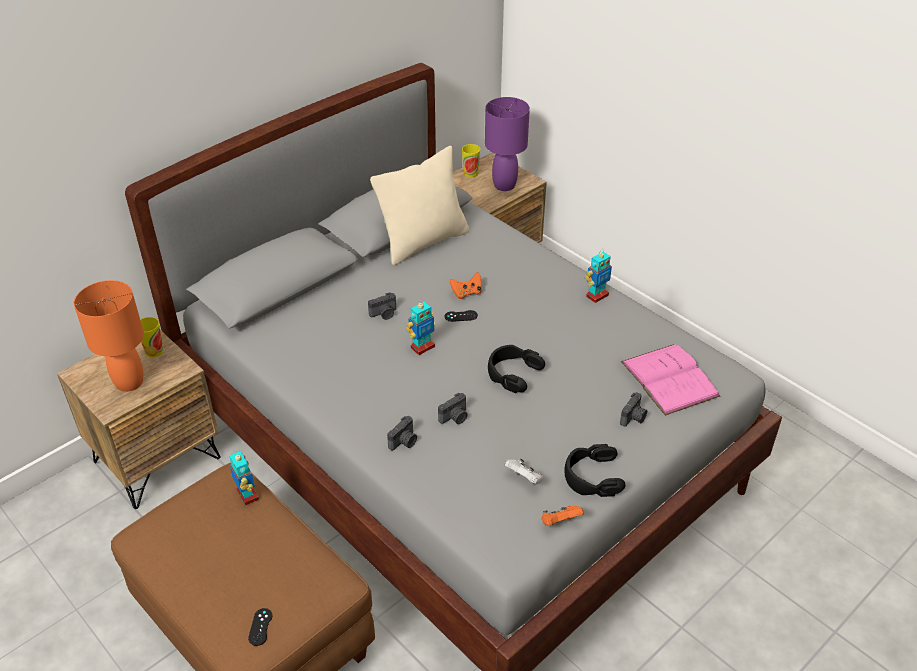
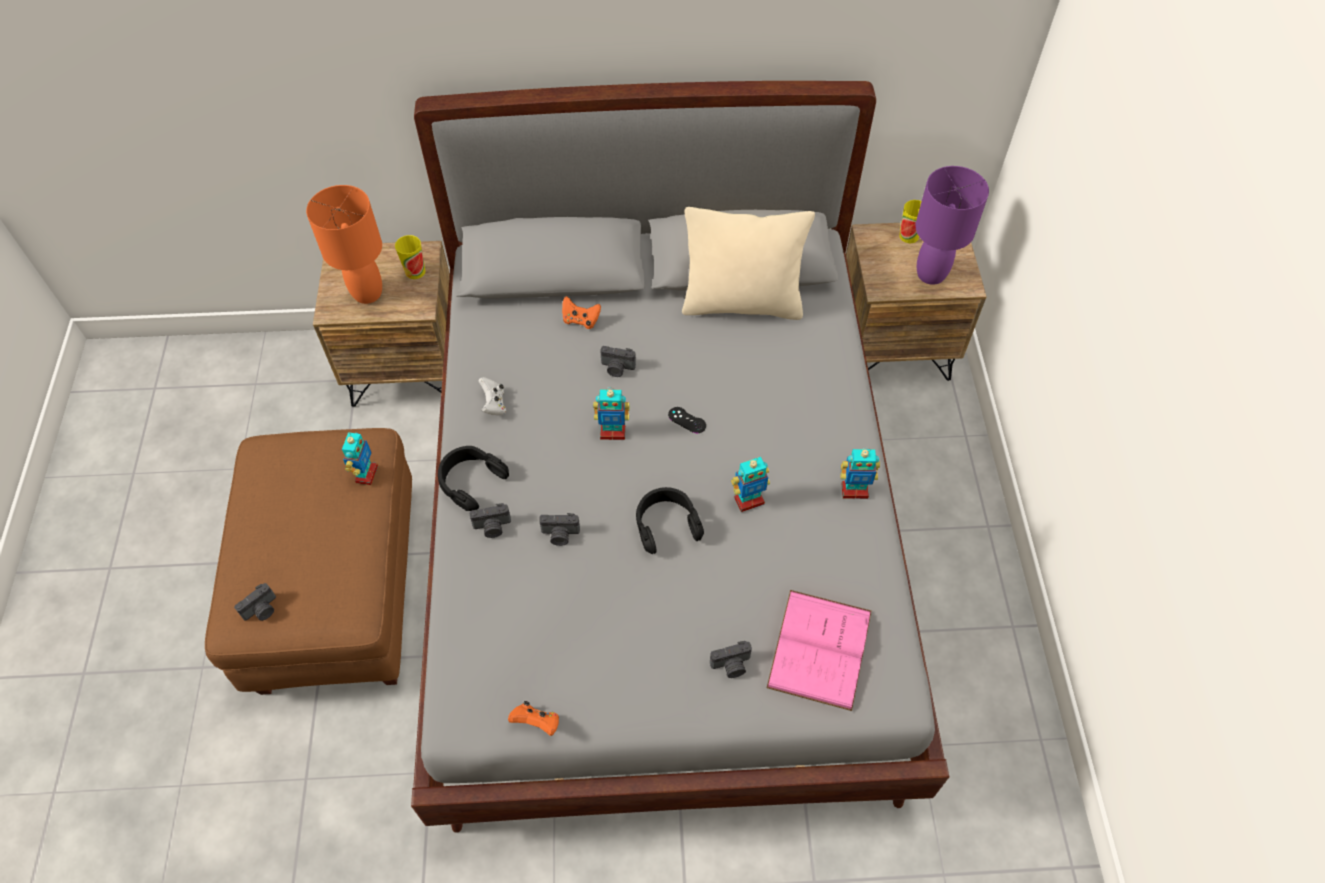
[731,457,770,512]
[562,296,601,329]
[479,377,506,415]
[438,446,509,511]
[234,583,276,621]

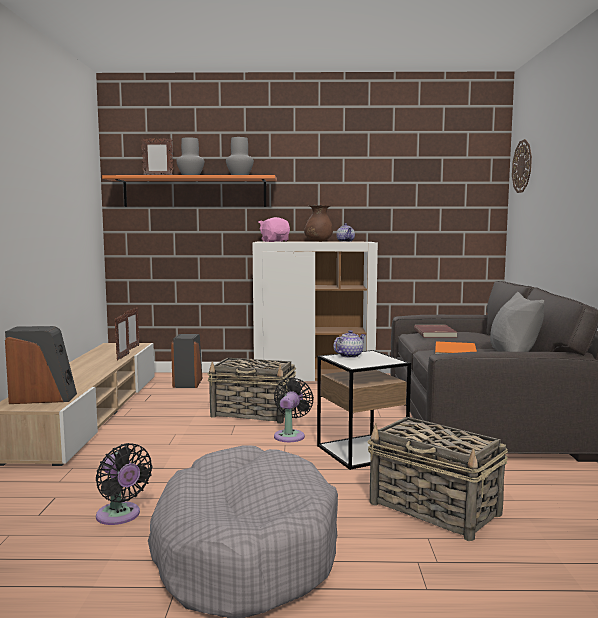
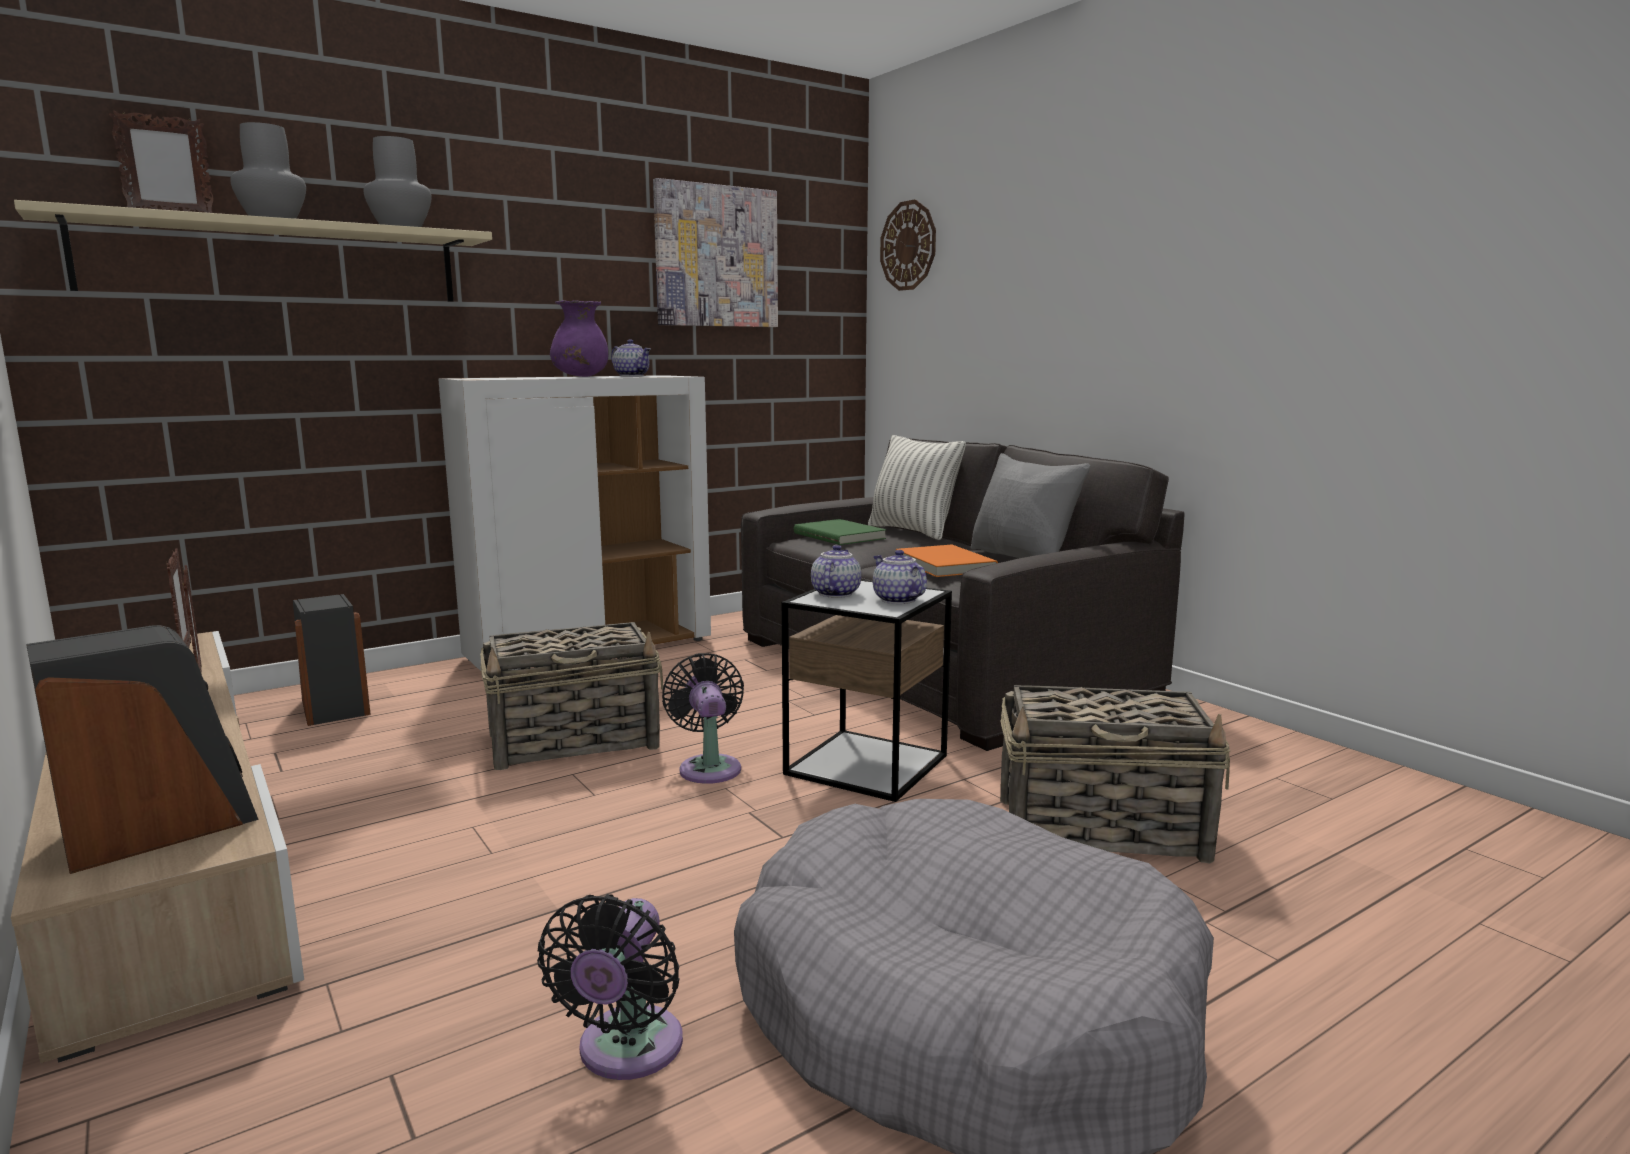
[259,217,290,242] (first image)
[653,178,778,327]
[868,435,966,540]
[873,550,927,604]
[14,200,492,302]
[550,300,608,377]
[794,519,886,545]
[537,894,683,1080]

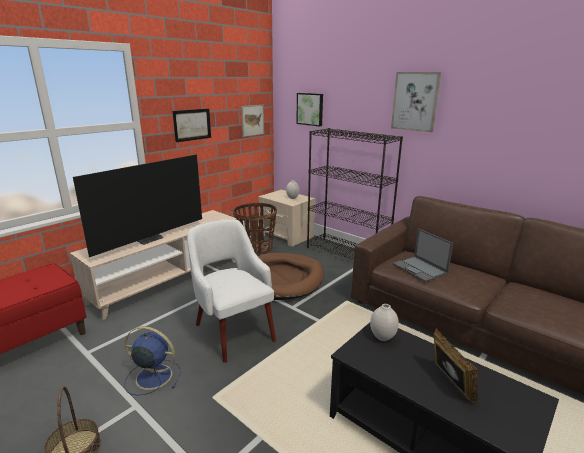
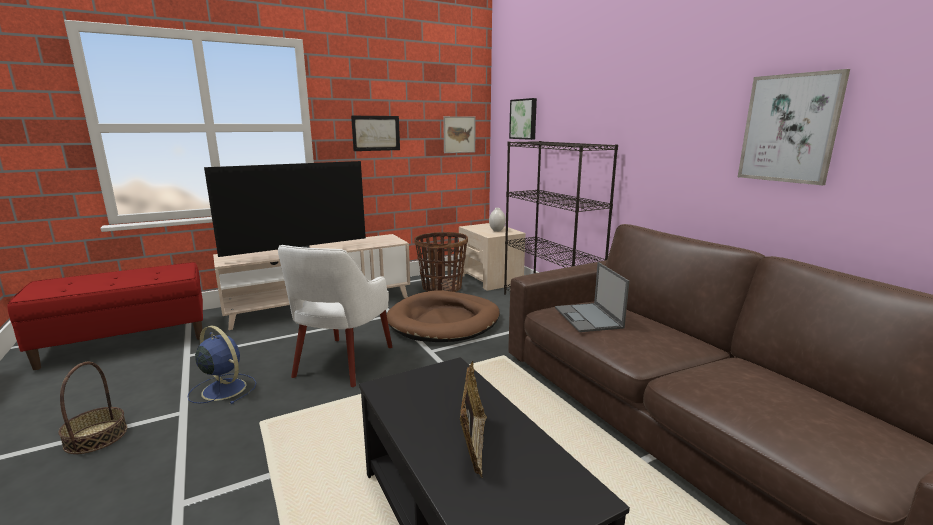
[370,304,399,341] (first image)
[738,69,850,185]
[278,245,392,387]

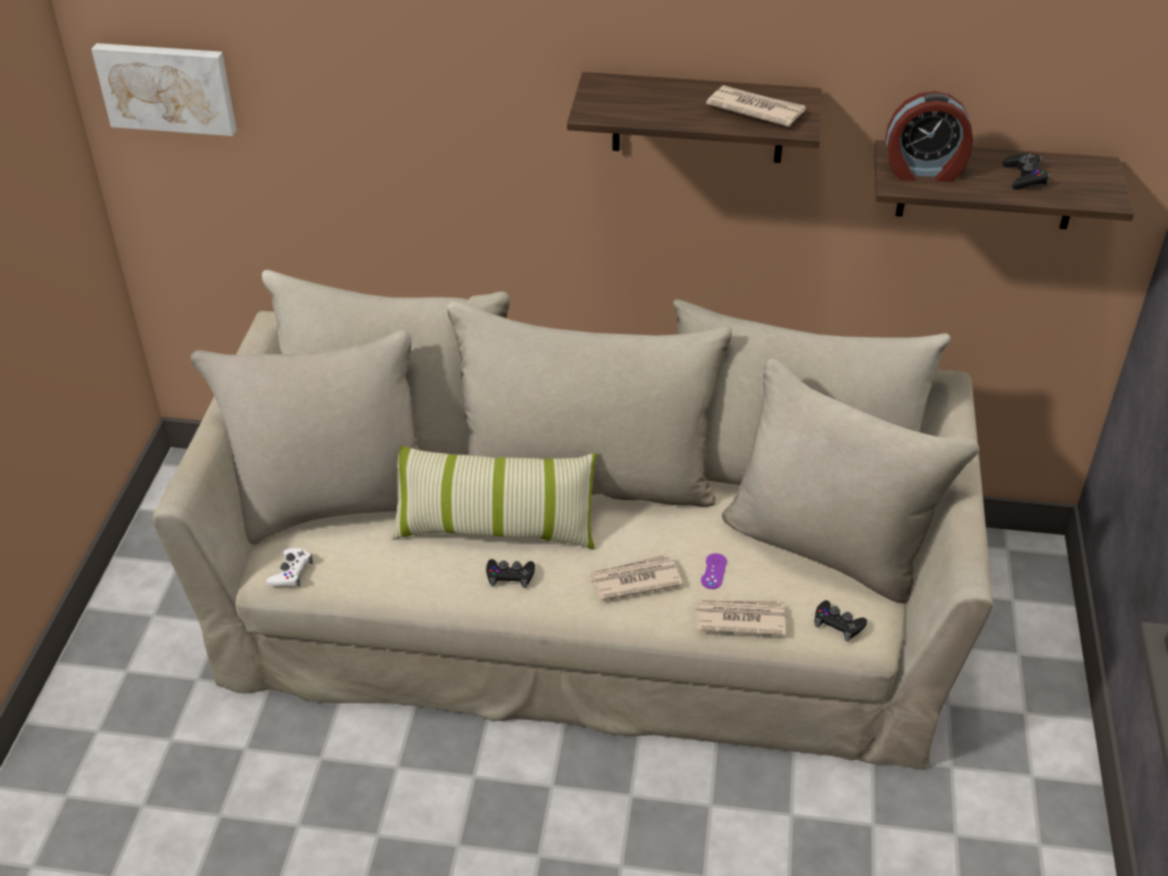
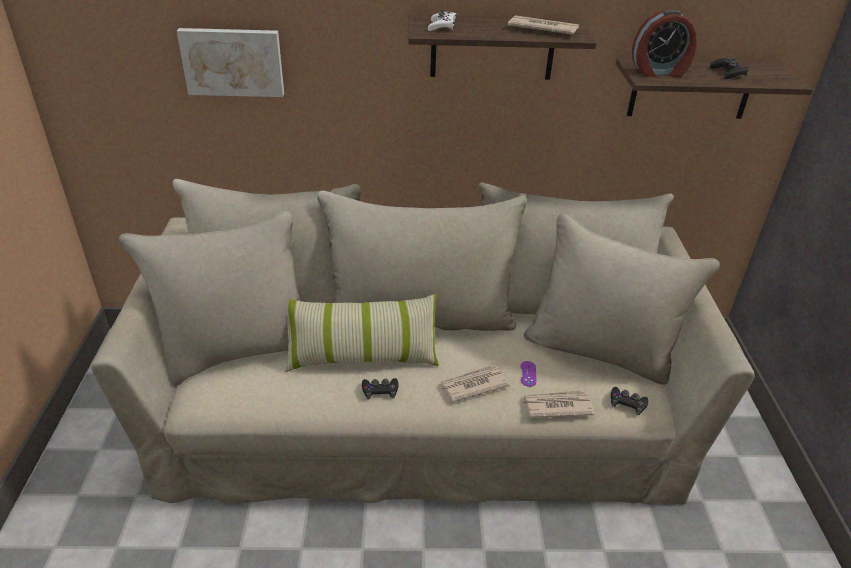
[177,28,284,97]
[428,10,457,31]

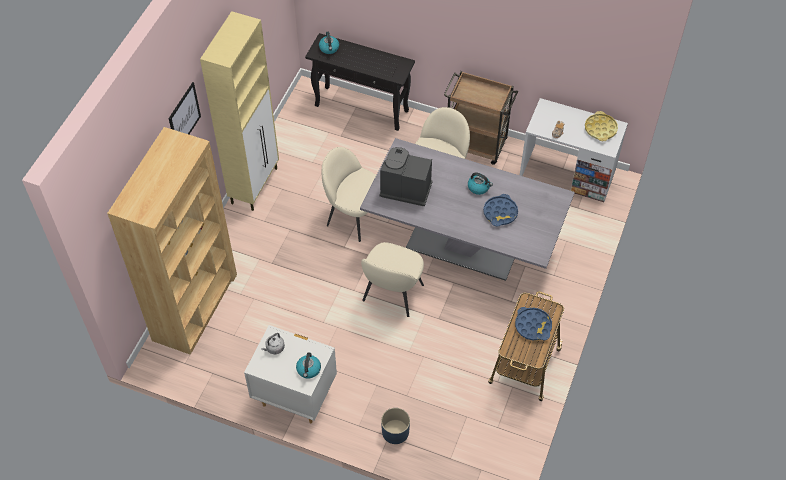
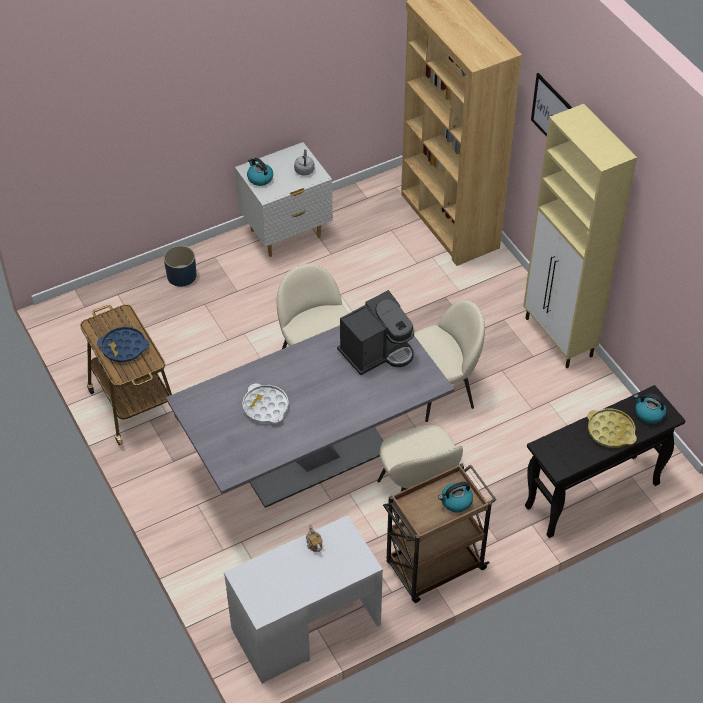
[438,482,473,512]
[587,409,637,448]
[242,383,289,423]

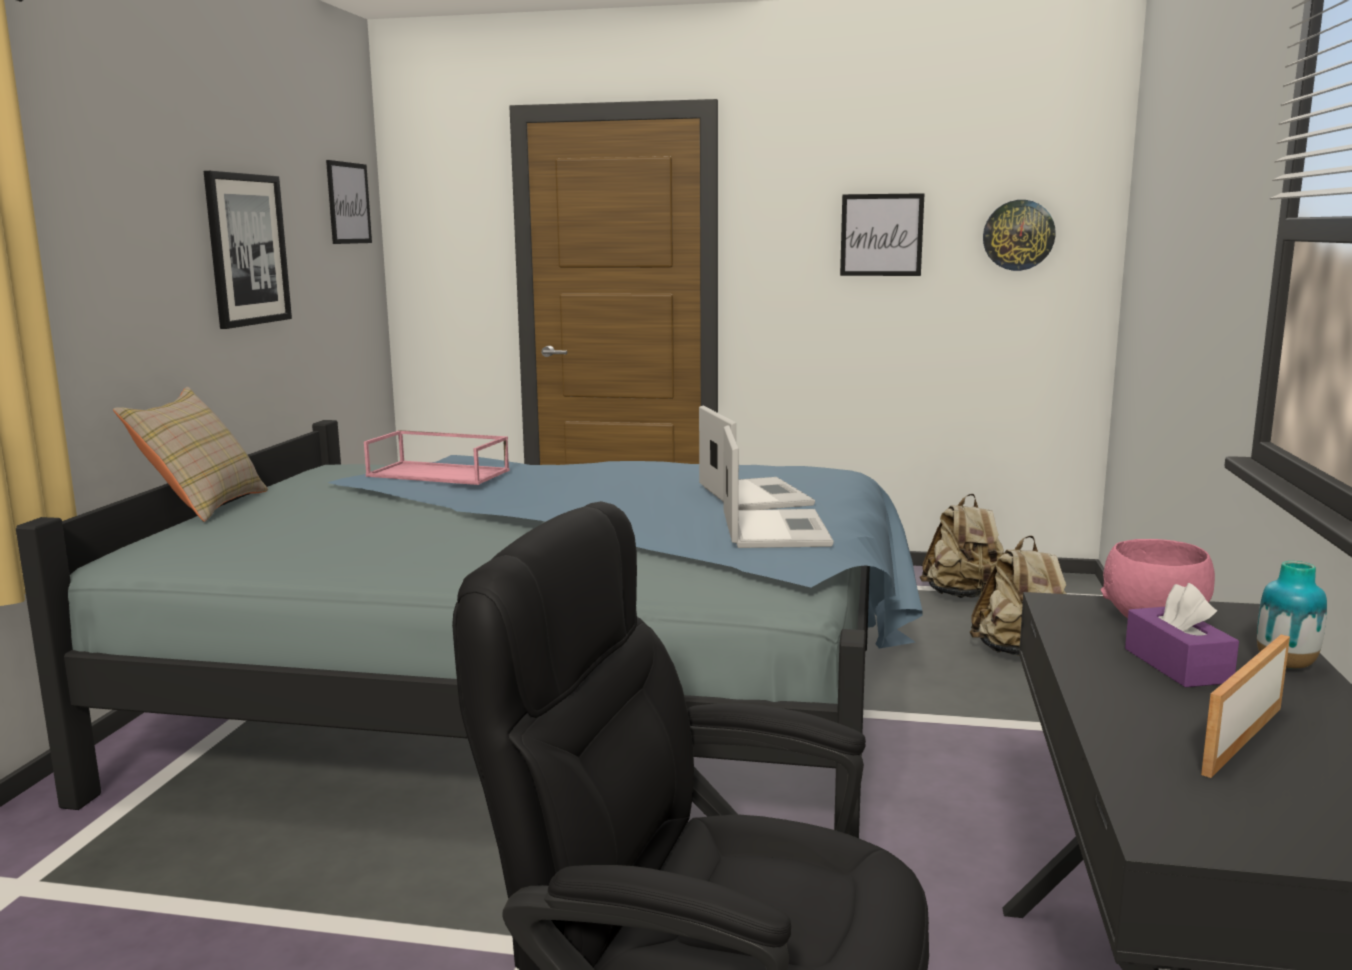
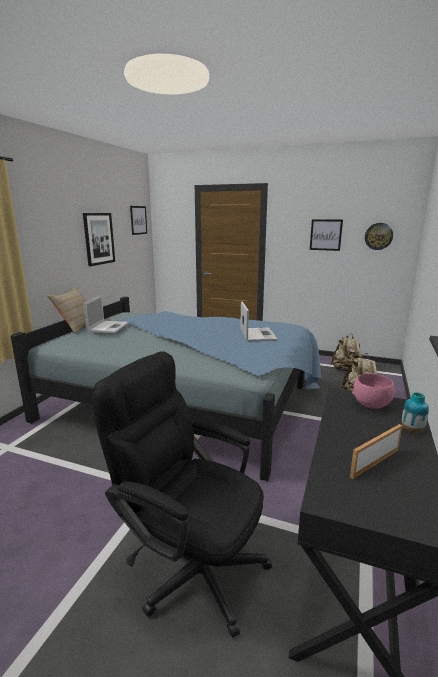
[364,430,510,485] (first image)
[1125,583,1239,687] (first image)
[84,295,129,333]

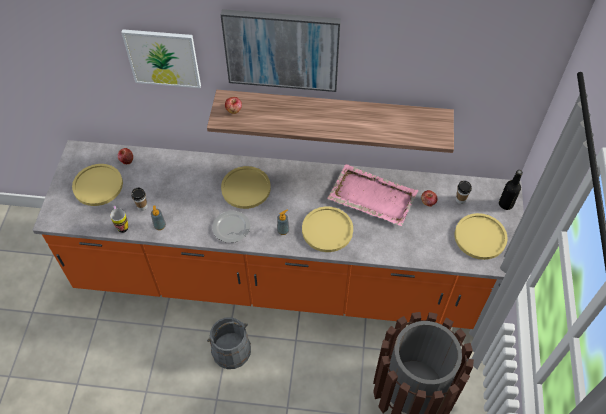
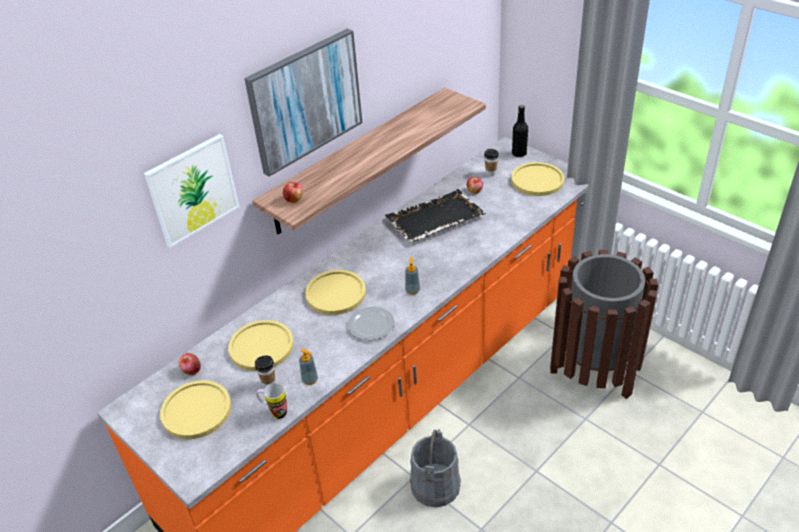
[228,320,294,371]
[385,189,486,243]

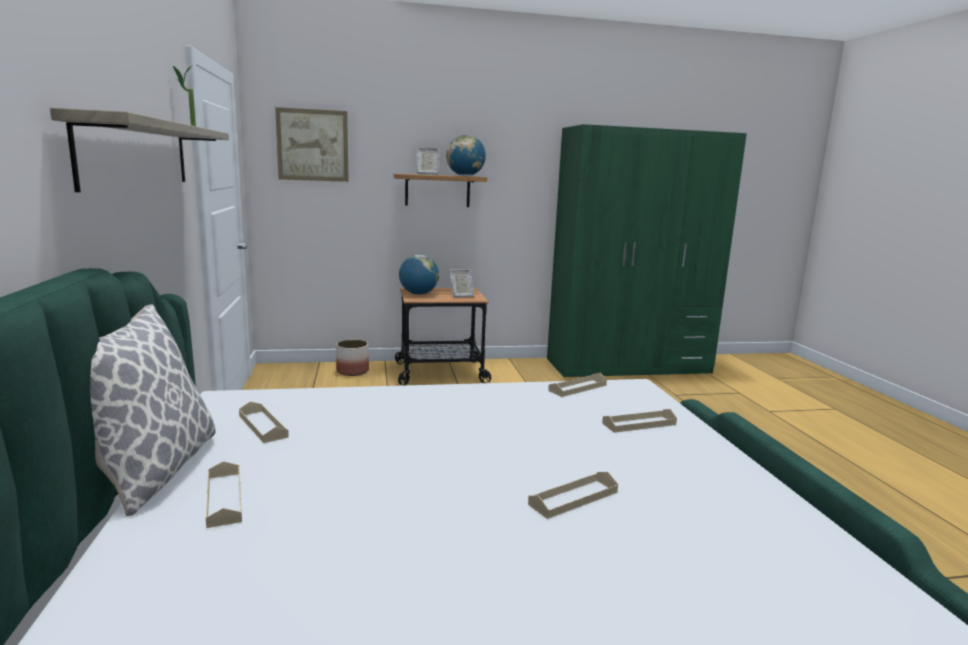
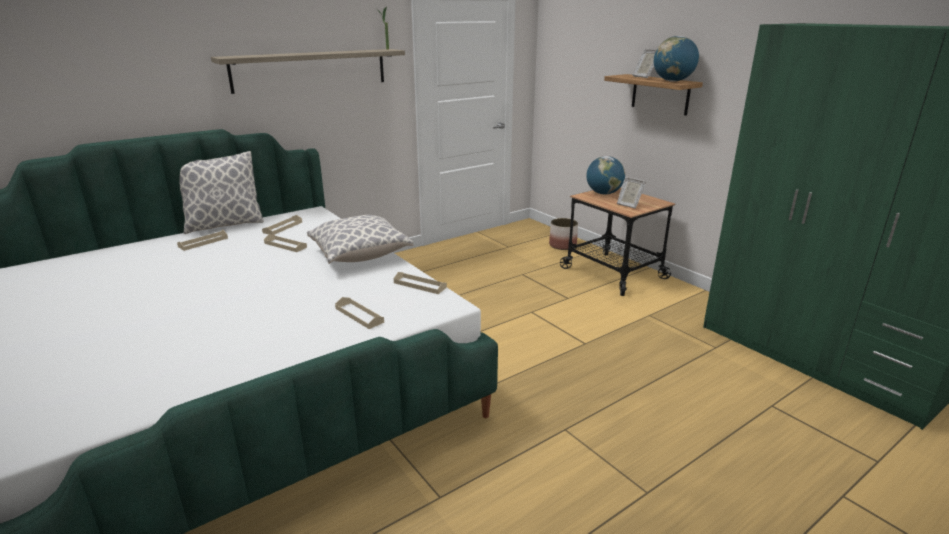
[275,107,349,182] (first image)
[307,215,413,264]
[264,234,307,252]

